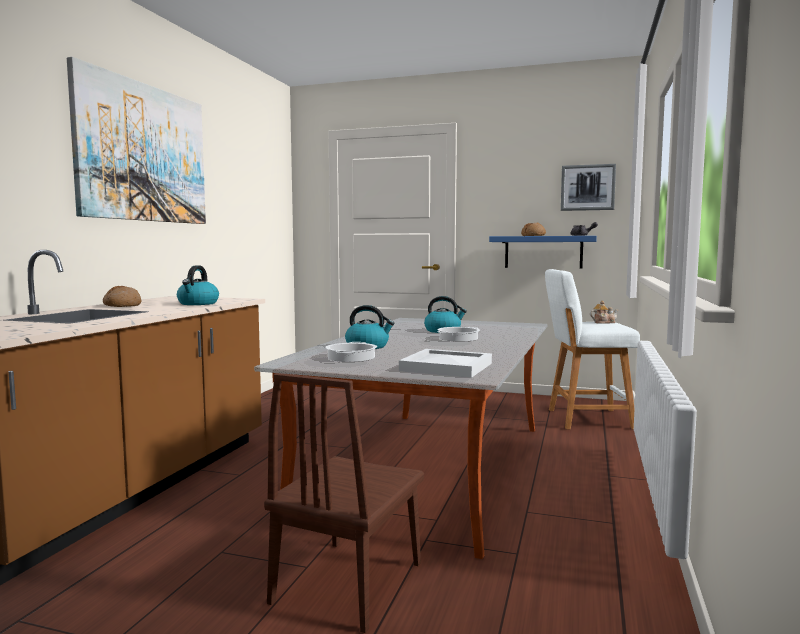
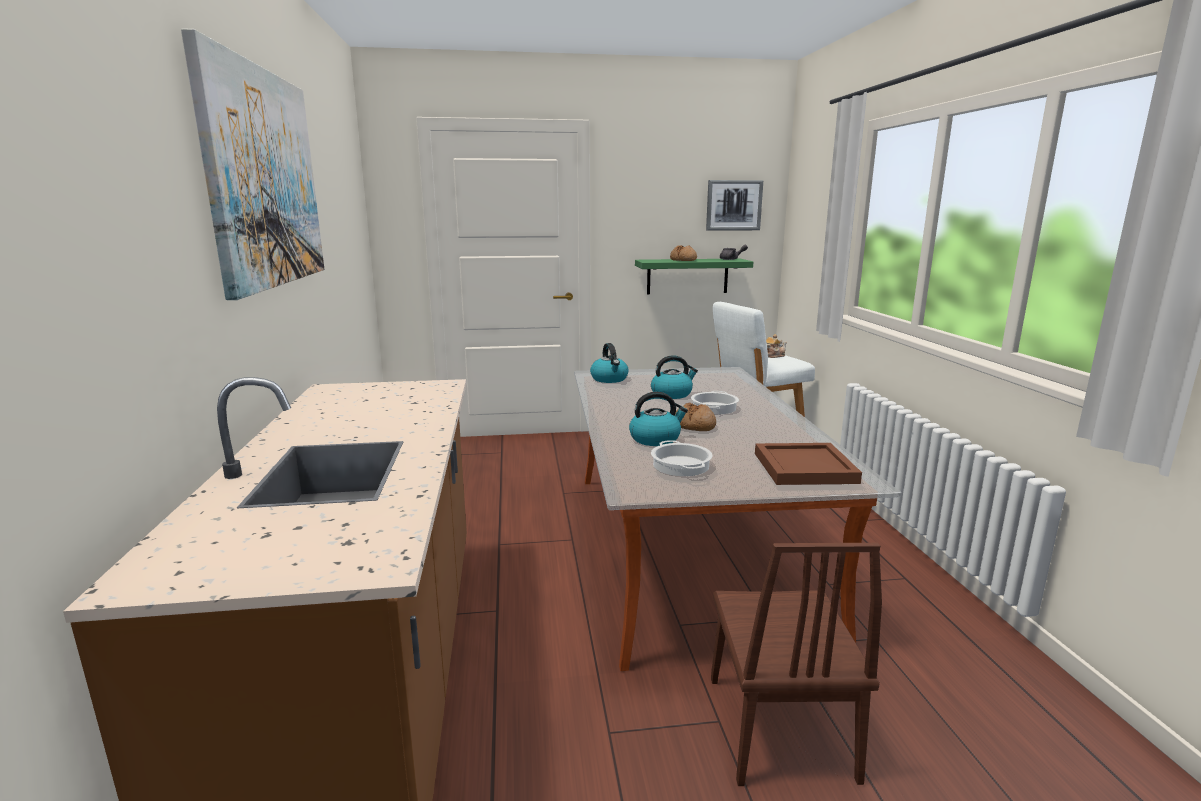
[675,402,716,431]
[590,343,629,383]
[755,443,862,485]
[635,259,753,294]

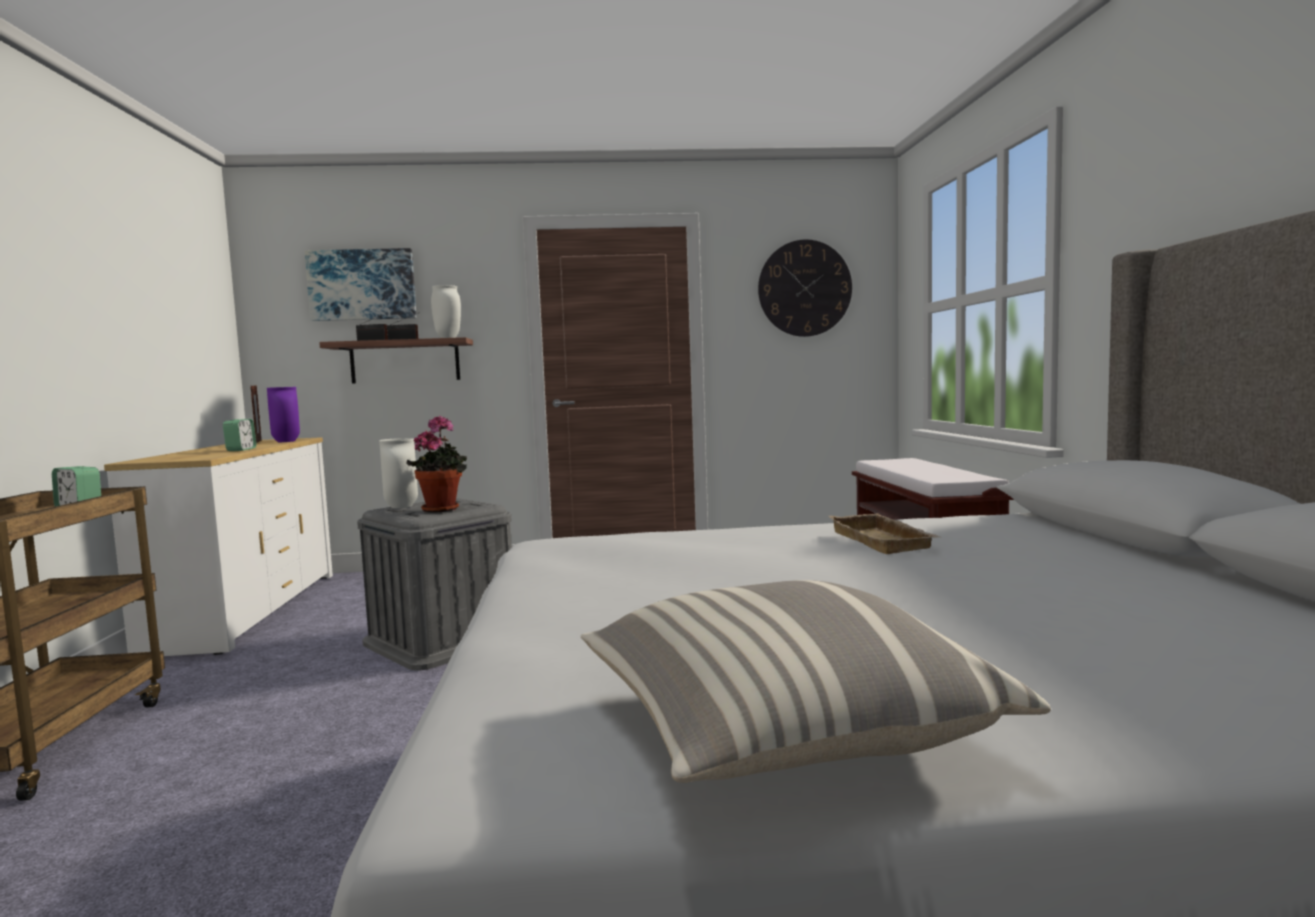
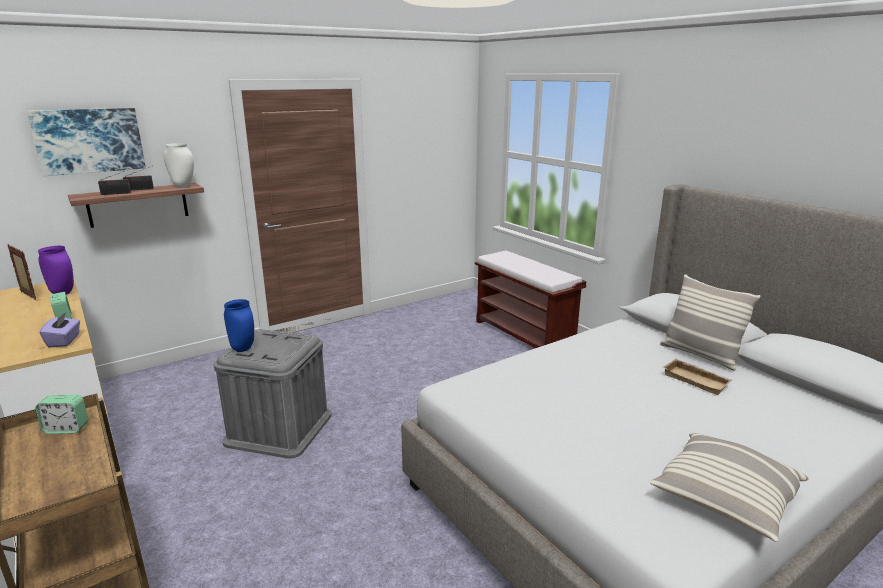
[406,415,467,512] (first image)
[758,239,852,337] (first image)
[40,312,80,348]
[660,274,761,371]
[663,359,733,395]
[224,299,254,352]

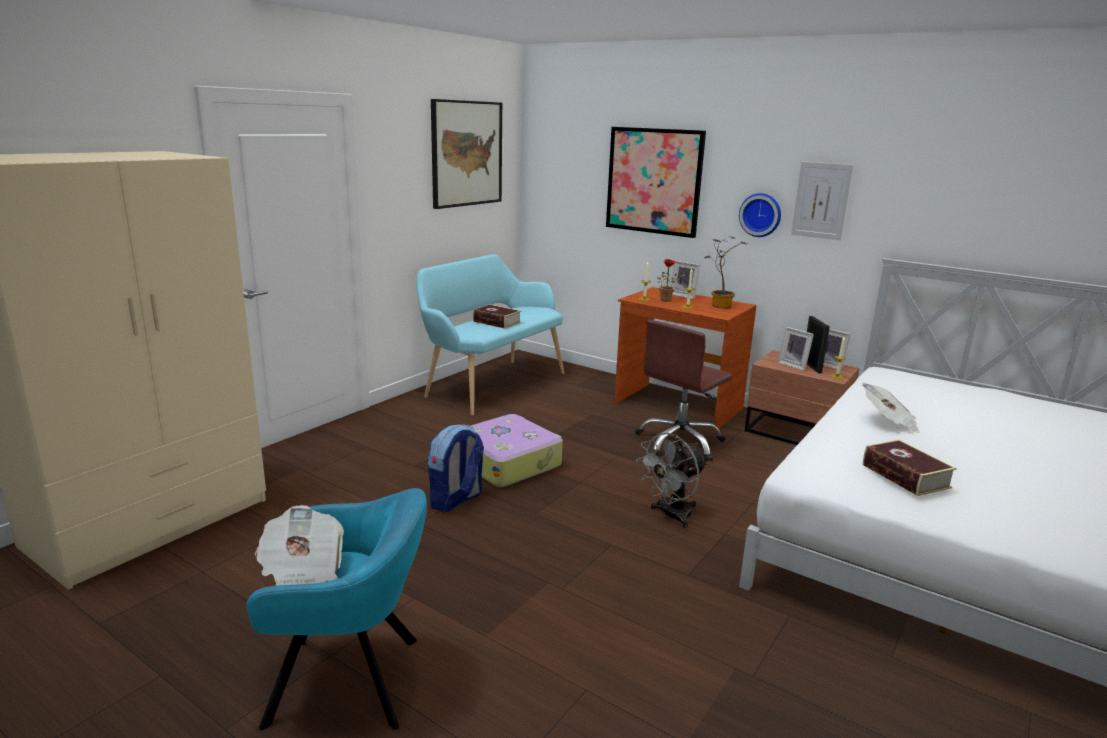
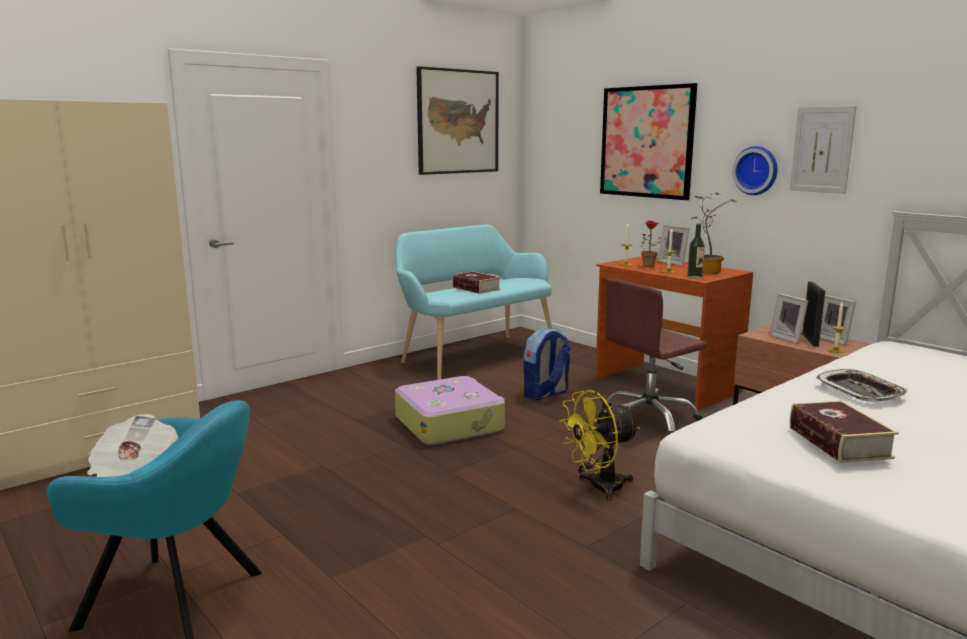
[687,224,705,279]
[523,328,571,400]
[815,369,908,402]
[559,390,640,501]

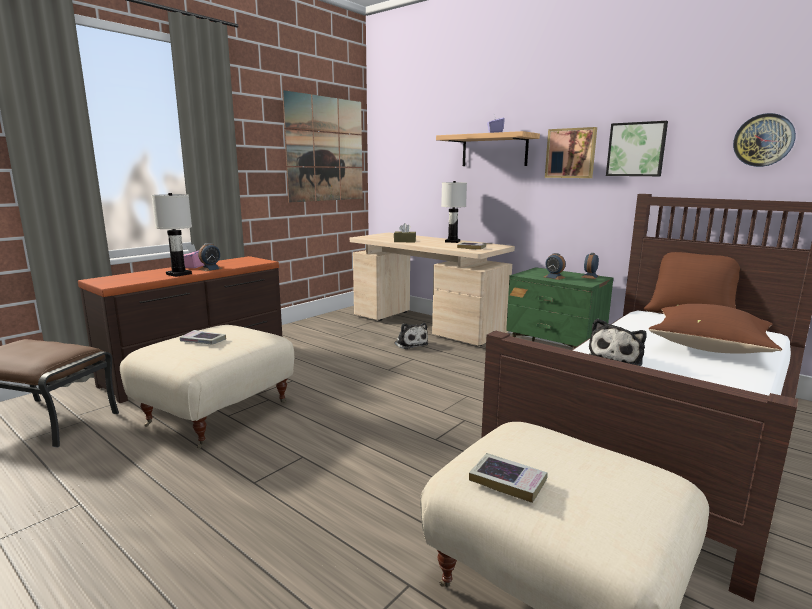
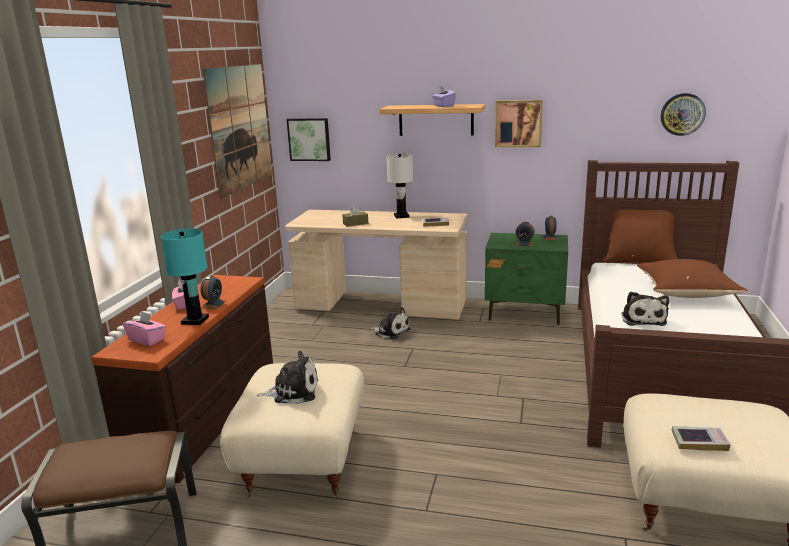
[123,311,166,346]
[287,118,331,161]
[256,351,318,404]
[161,229,209,325]

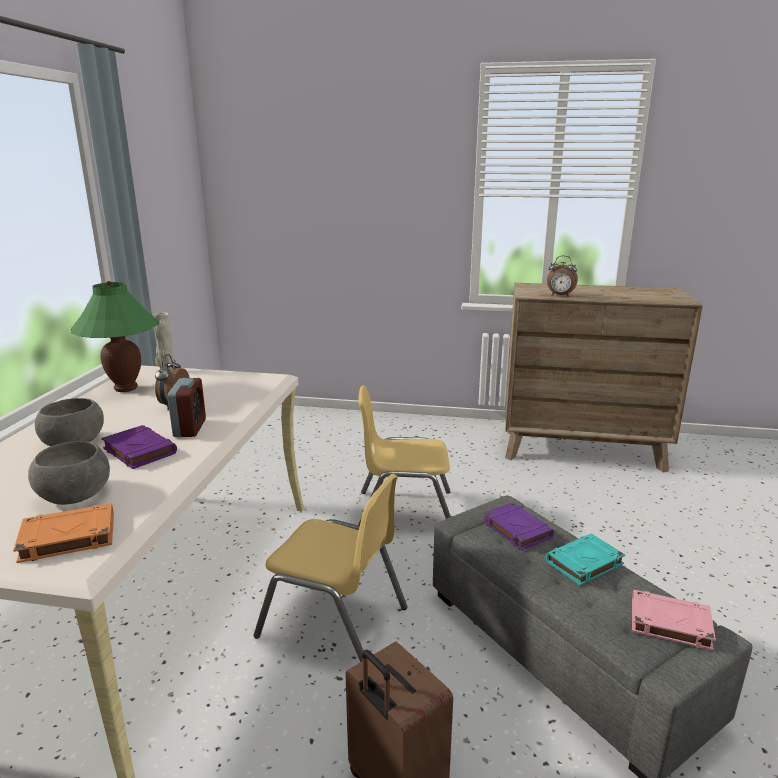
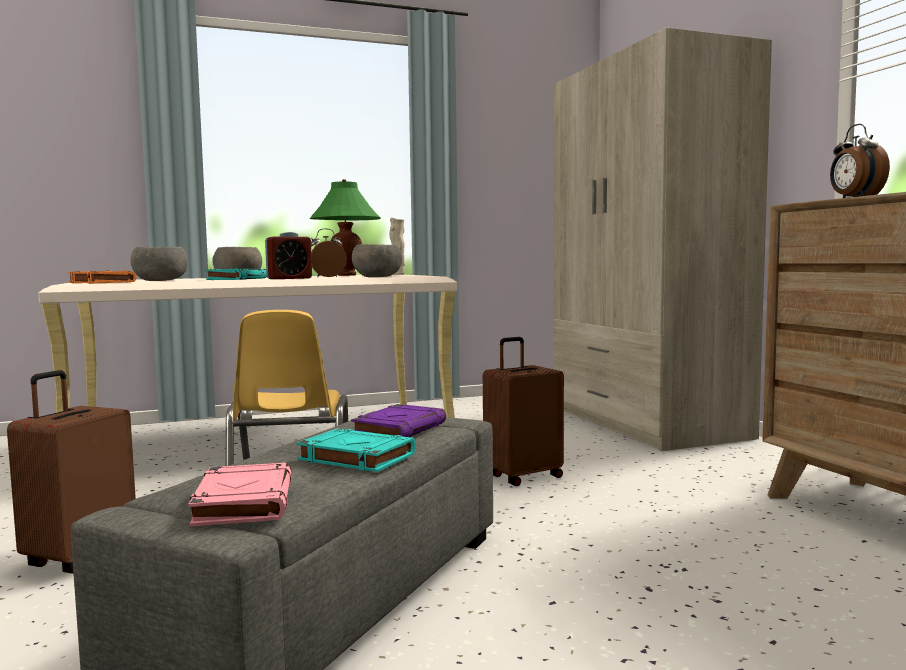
[352,244,402,277]
[553,28,772,451]
[483,337,564,486]
[206,268,267,280]

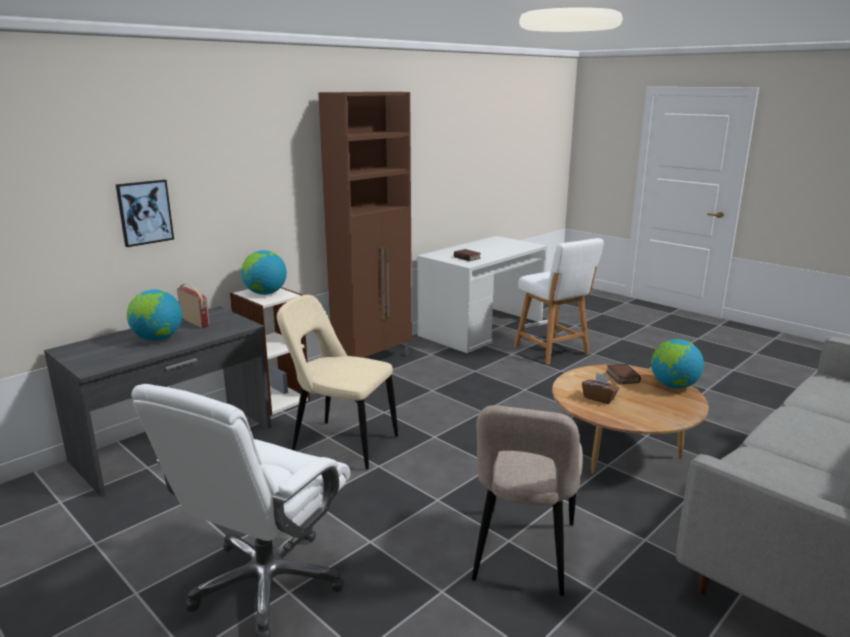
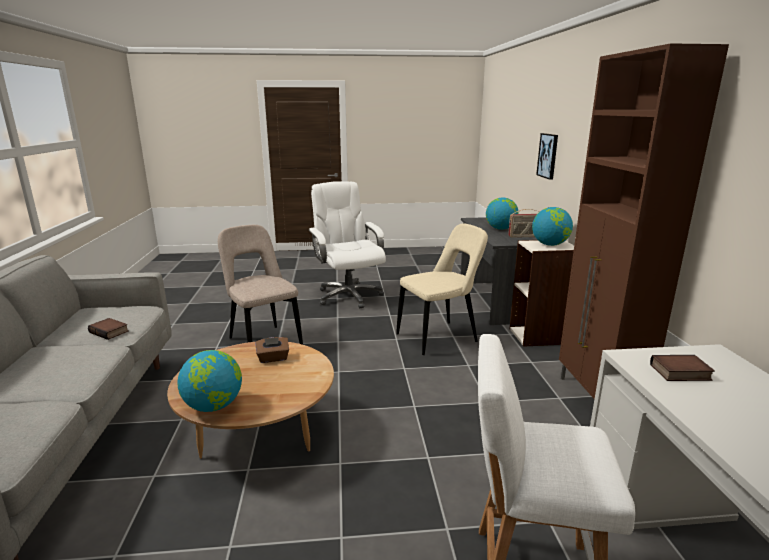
[88,318,129,340]

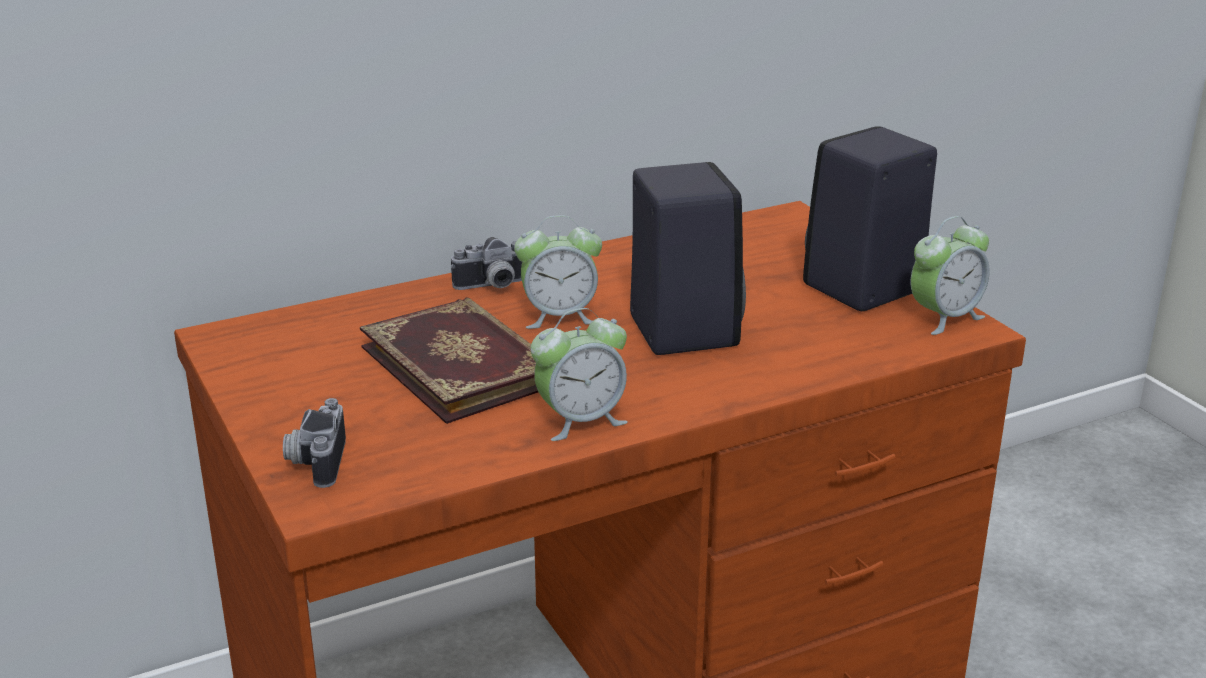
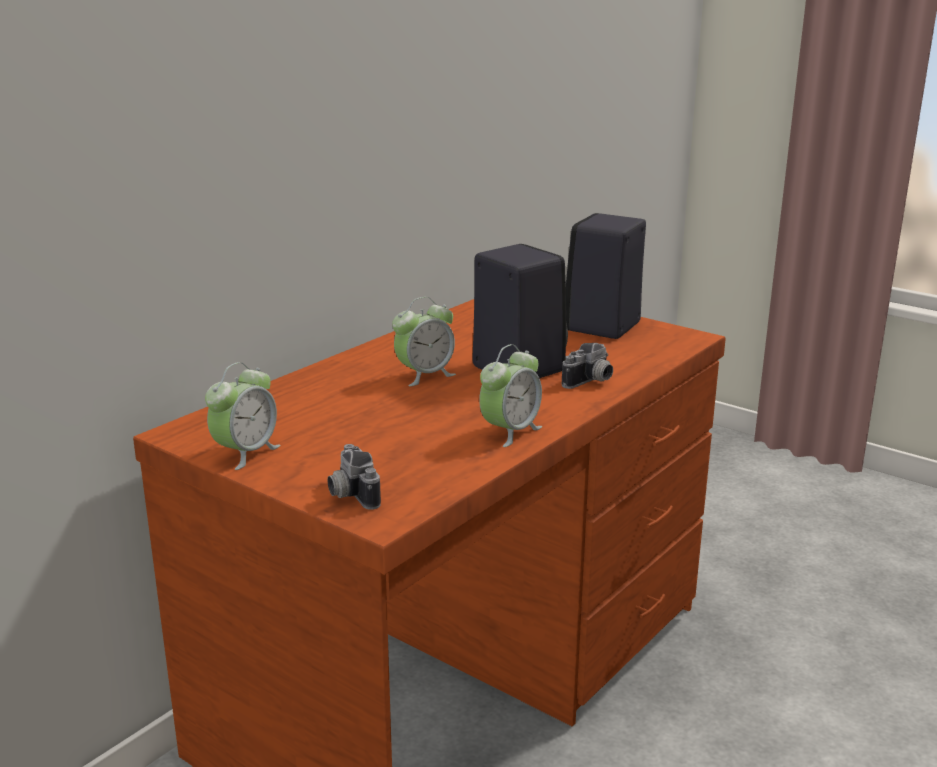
[360,297,538,424] (first image)
[562,343,613,389]
[205,362,281,470]

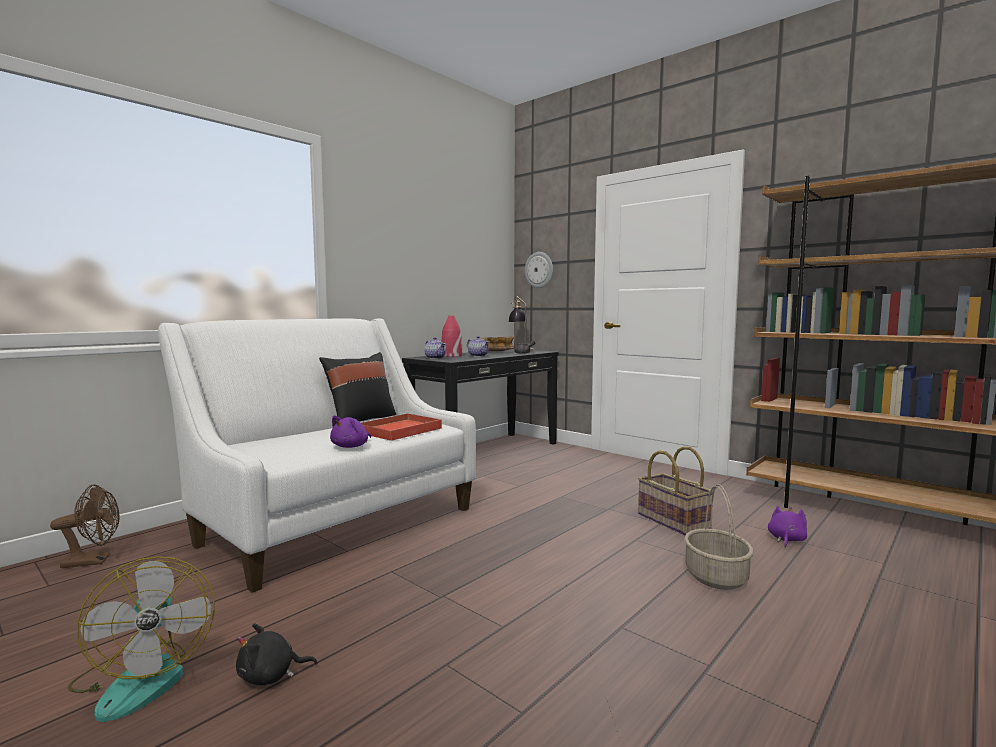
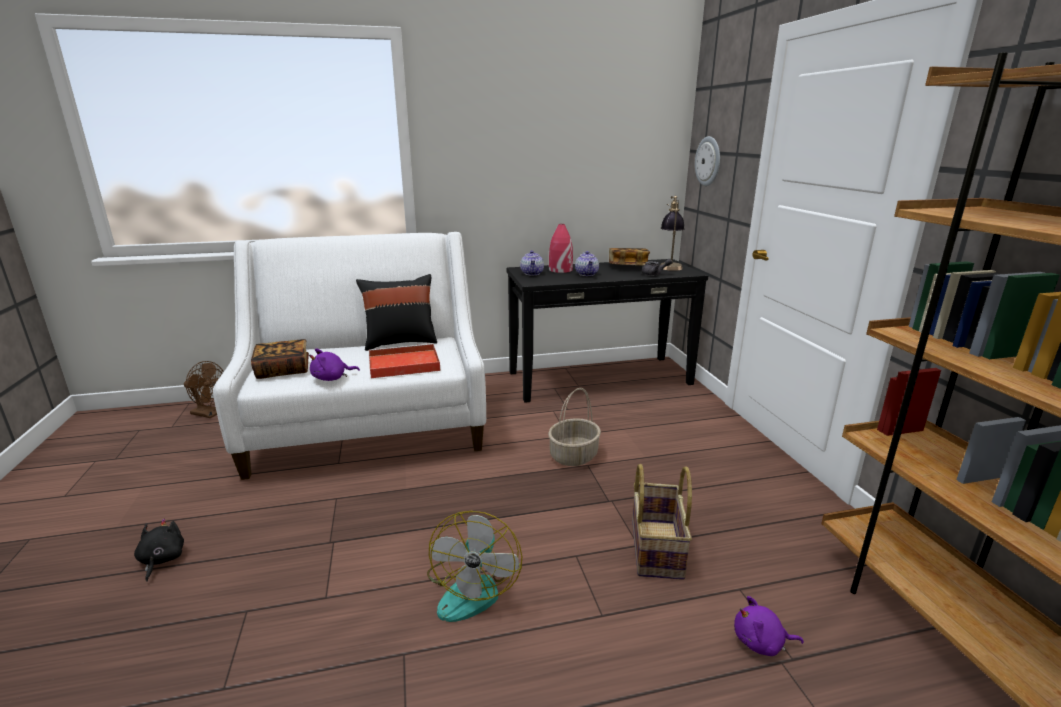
[251,339,309,379]
[427,511,522,622]
[548,388,601,466]
[134,519,184,582]
[734,596,804,656]

